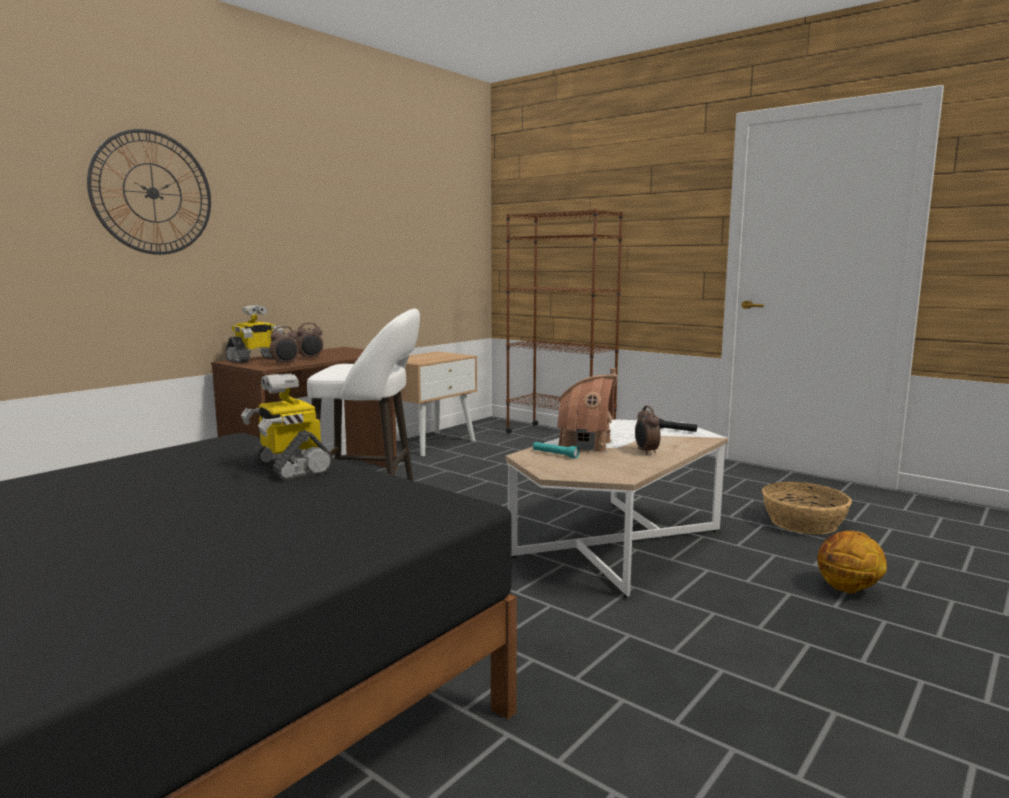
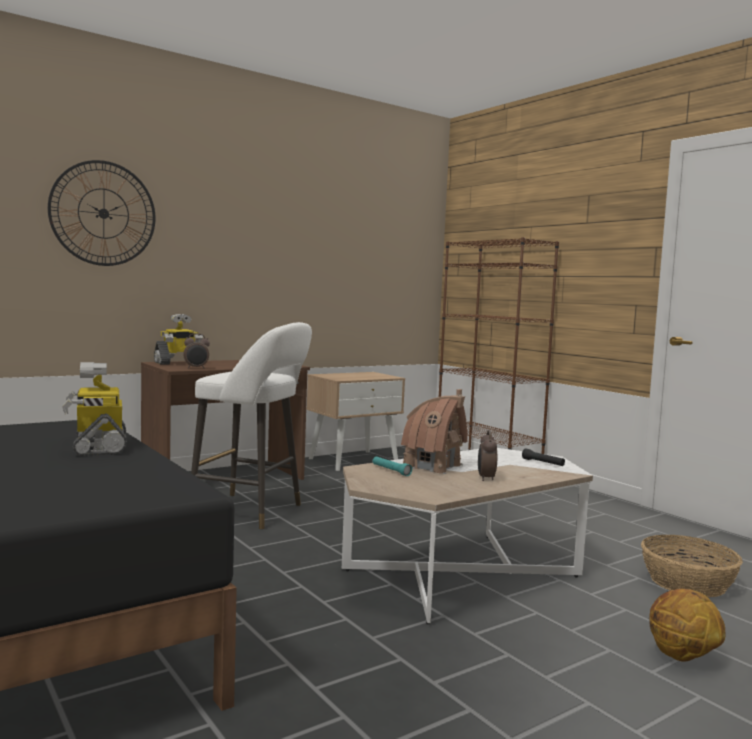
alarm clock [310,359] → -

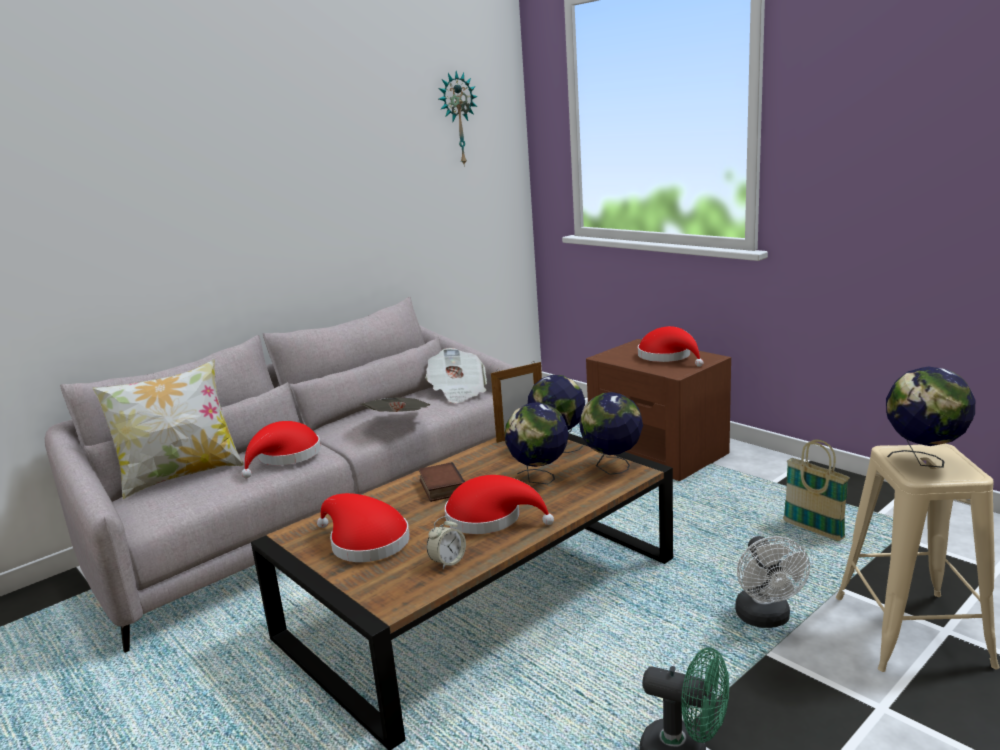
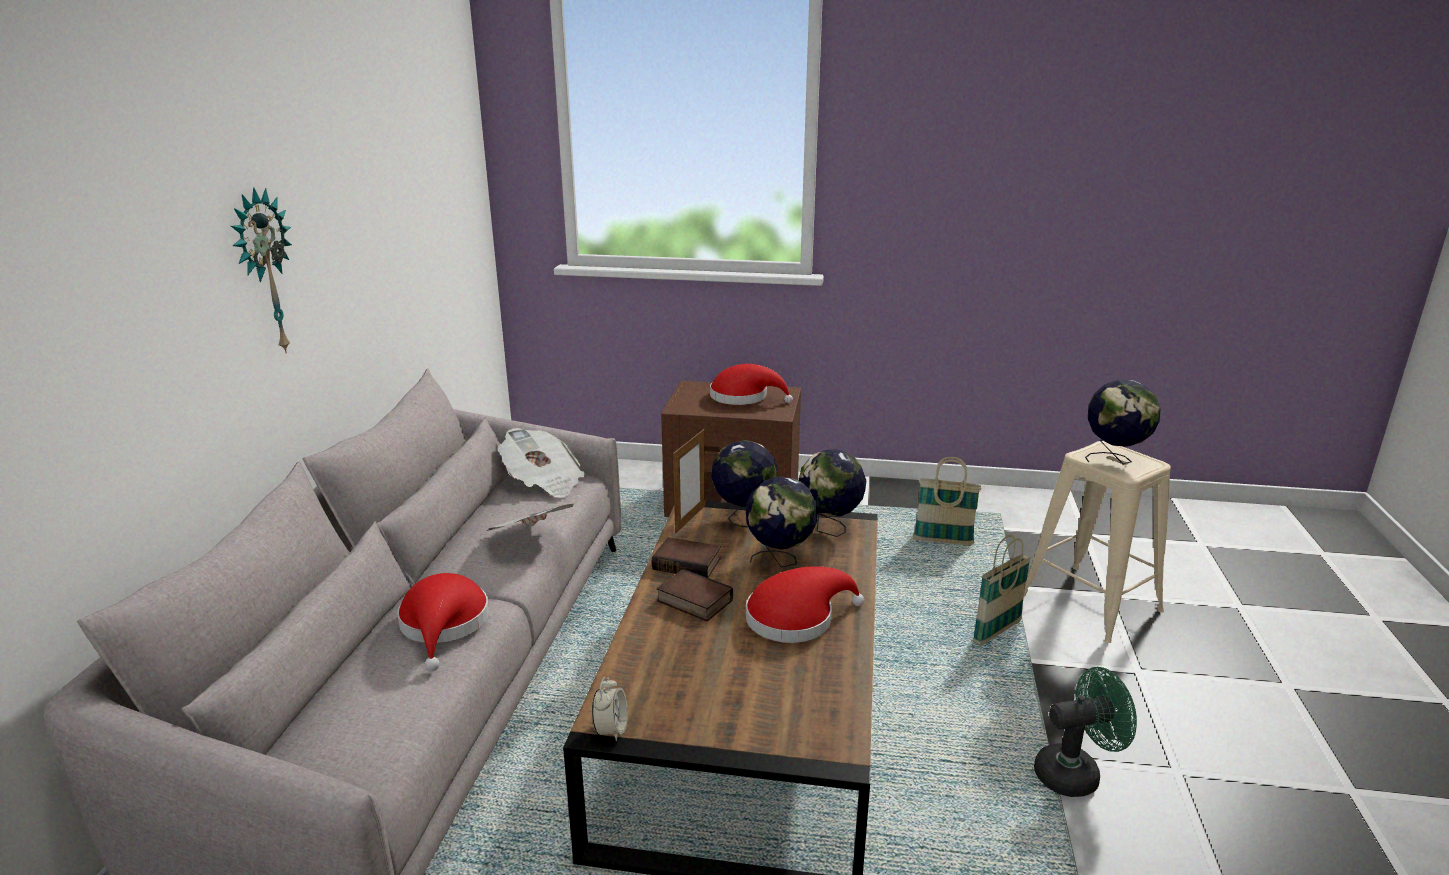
pillow [181,475] → -
hat (red) [365,542] → -
alarm clock [448,562] → alarm clock [611,730], moved
wall clock [457,119] → wall clock [263,273], moved
fan (white) [765,619] → basket [997,632]
- → book [688,563]

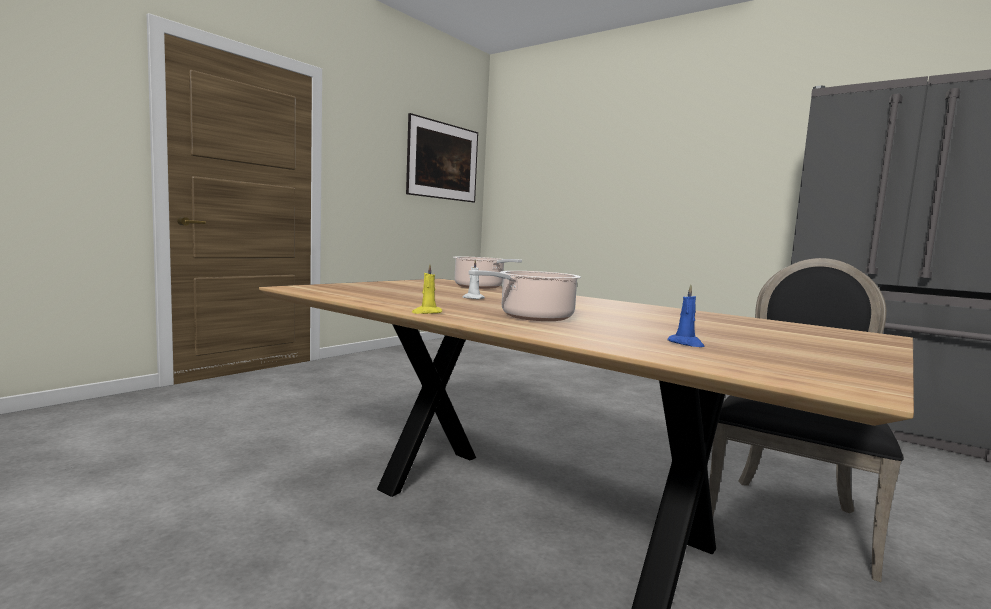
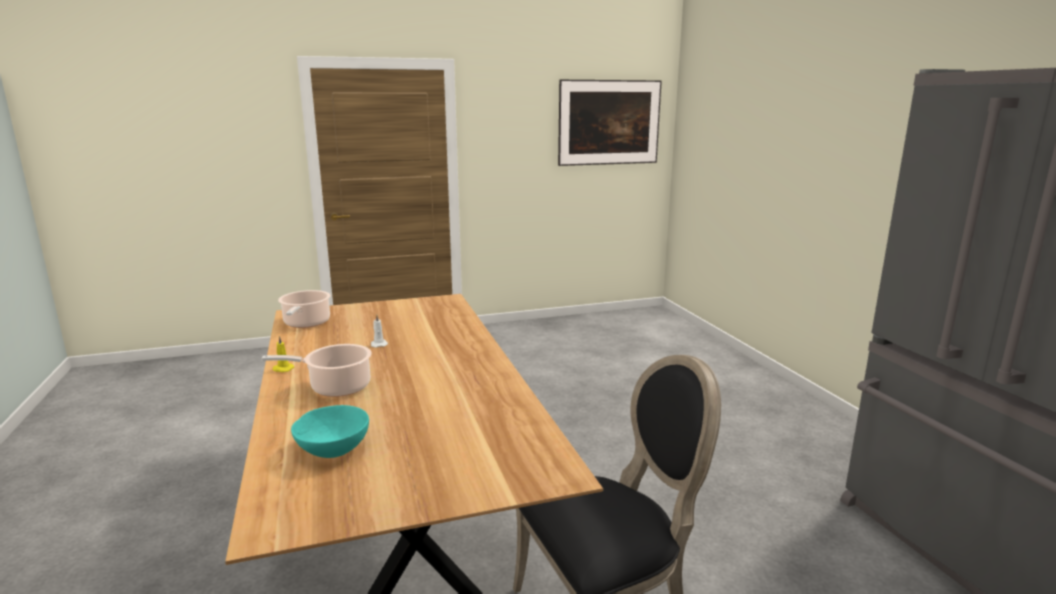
cooking pot [481,287] → cooking pot [306,323], moved
candle (blue) [686,344] → bowl (turquoise) [333,450]

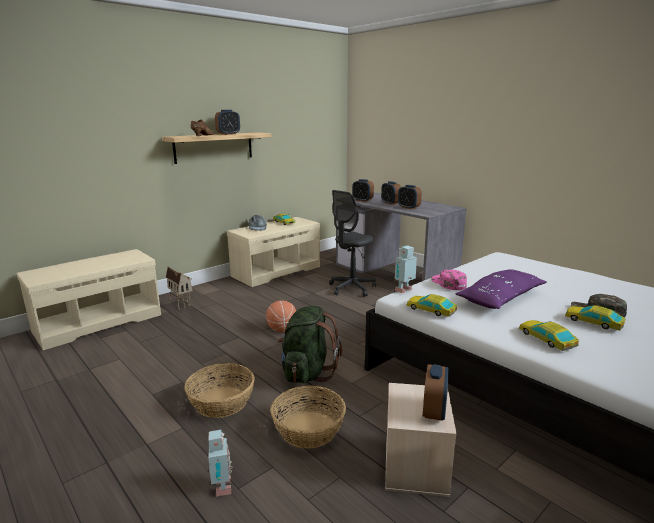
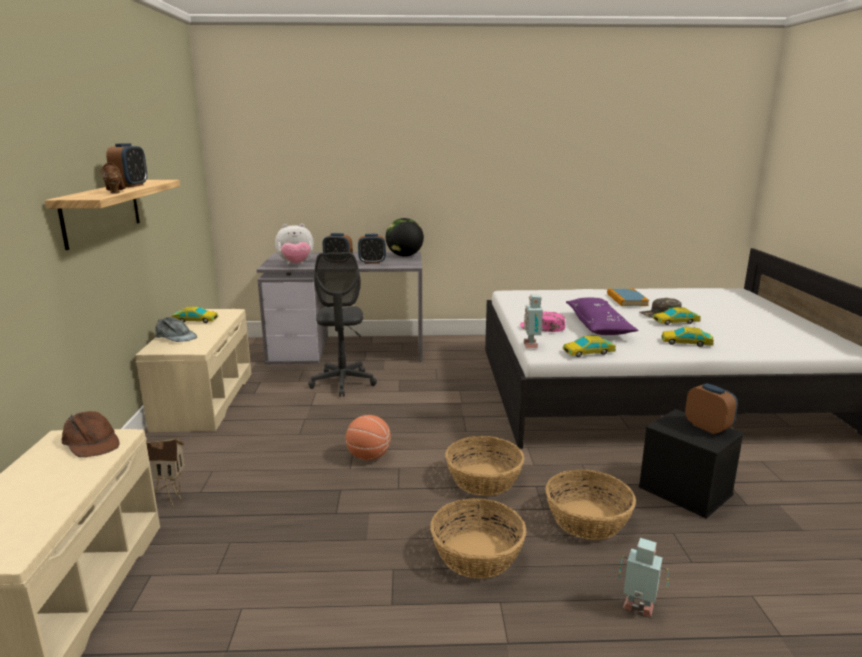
backpack (green) [307,372] → basket [484,479]
alarm clock [362,200] → plush toy [296,264]
storage box (beige) [414,464] → storage box (black) [683,490]
- → cap (brown) [91,443]
- → globe [404,256]
- → book [627,299]

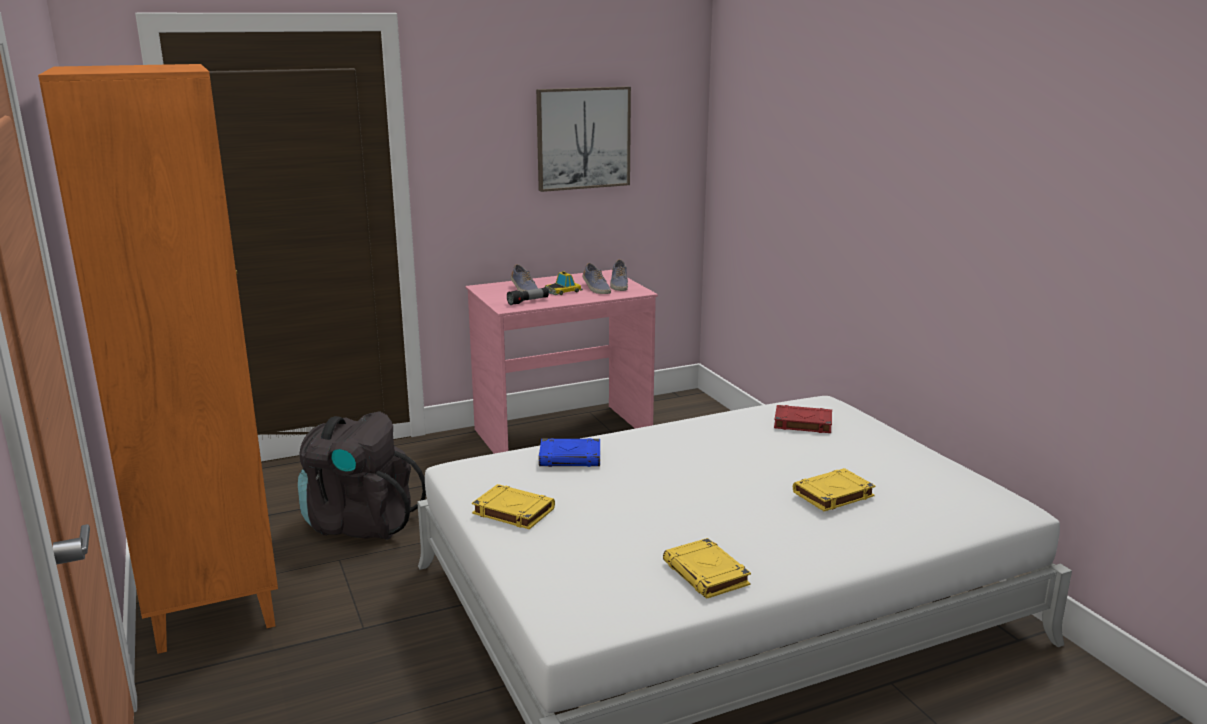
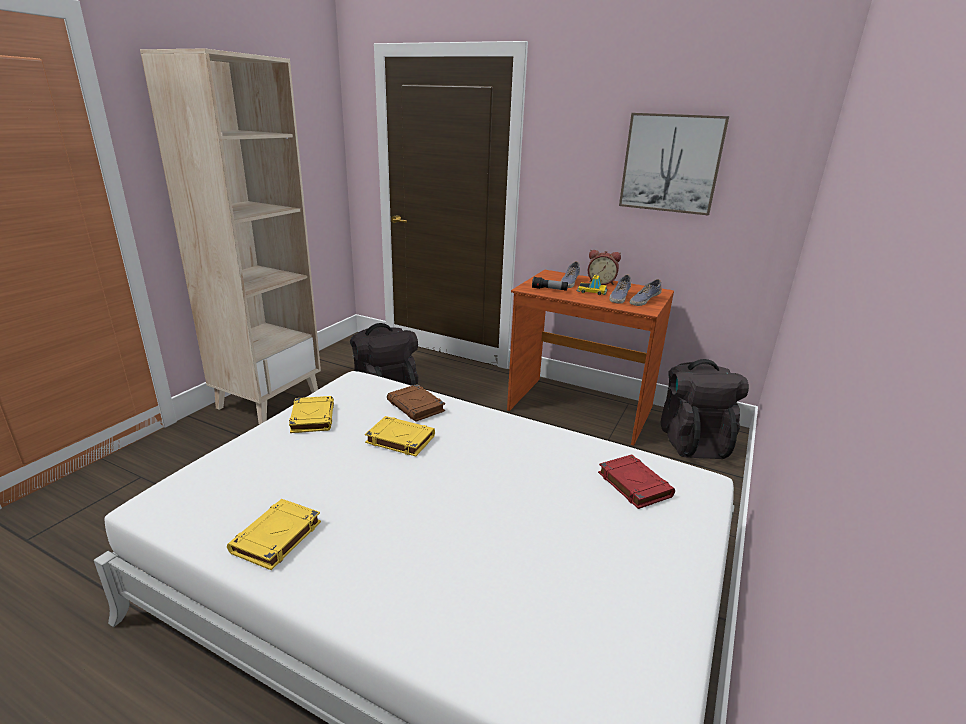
bookcase (orange) [212,604] → bookcase (beige) [269,399]
desk (pink) [562,436] → desk (brown) [579,409]
book (blue) [571,457] → book (brown) [416,406]
book (yellow) [832,495] → book (yellow) [399,439], moved
- → alarm clock [601,282]
- → backpack (black) [692,441]

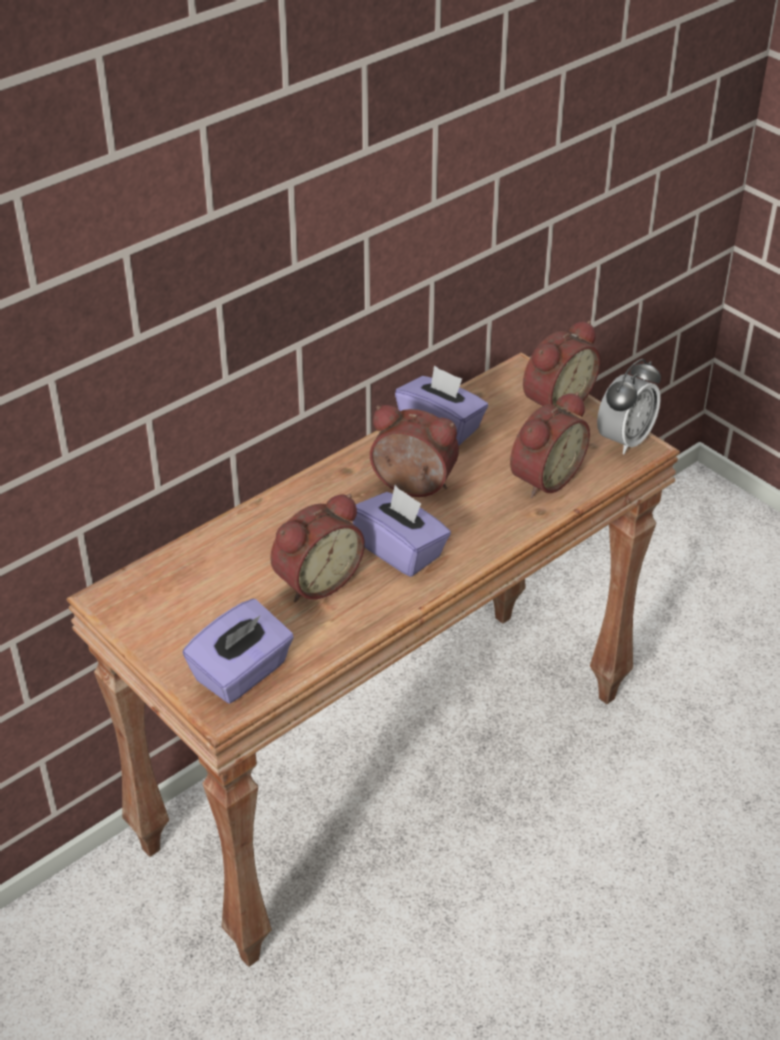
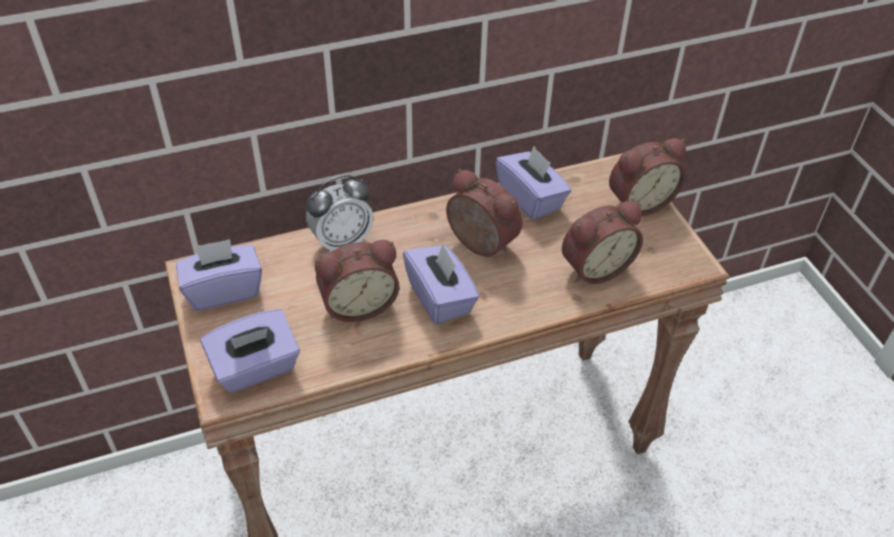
alarm clock [625,440] → alarm clock [342,242], moved
- → tissue box (purple) [223,290]

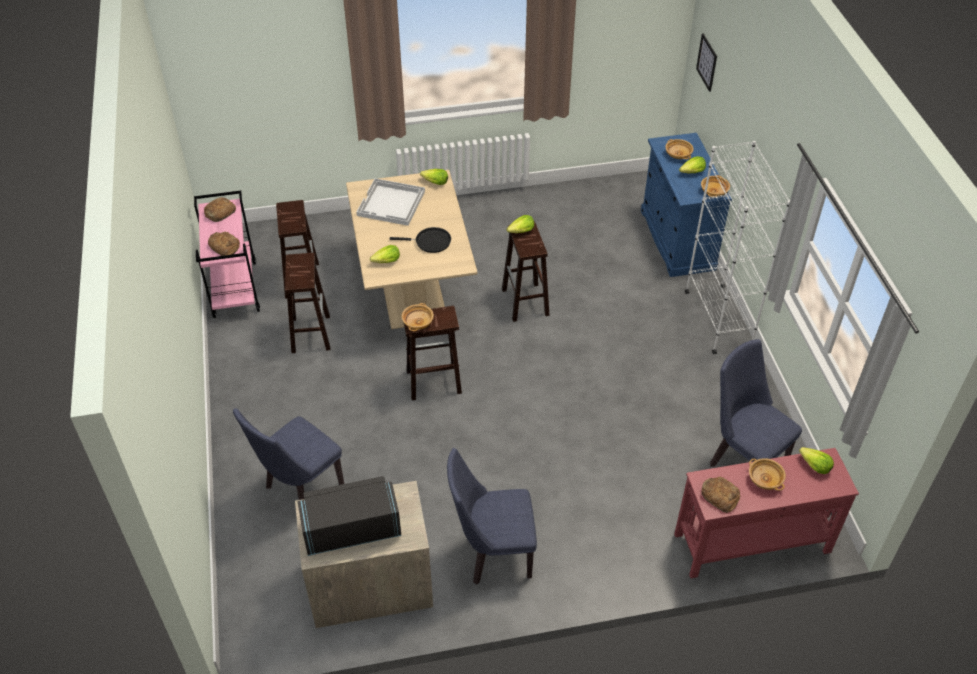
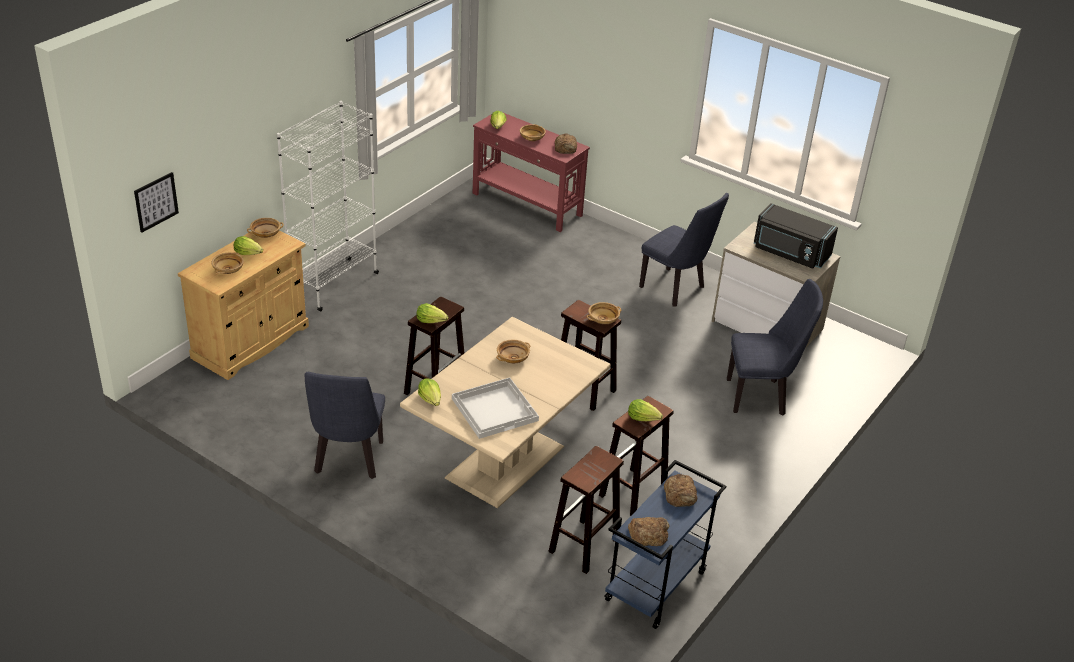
cart (pink) [234,289] → cart (blue) [655,587]
lettuce [387,261] → lettuce [643,418], moved
frying pan (black) [430,242] → bowl (beige) [513,357]
cabinet (blue) [677,239] → cabinet (beige) [251,342]
chair (blue) [742,460] → chair (blue) [348,462], moved

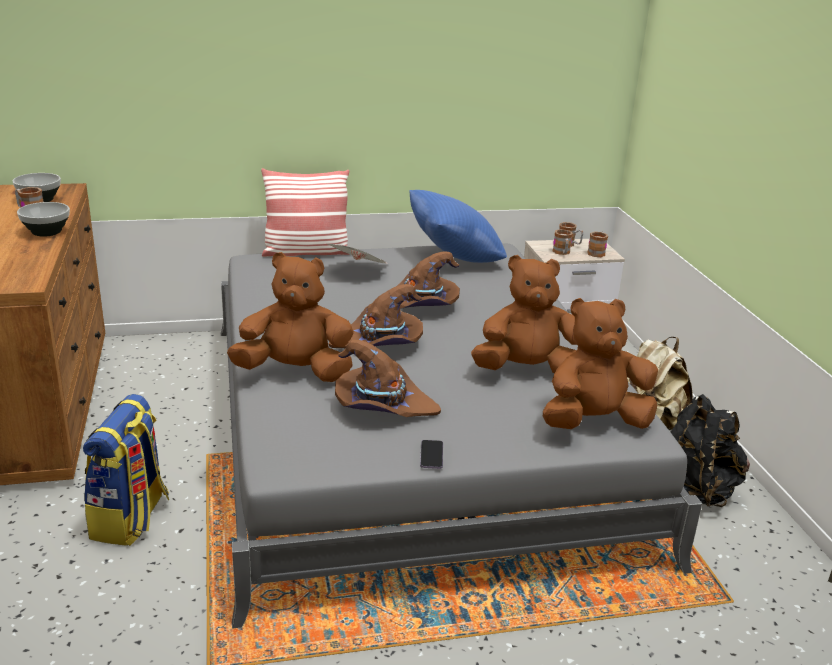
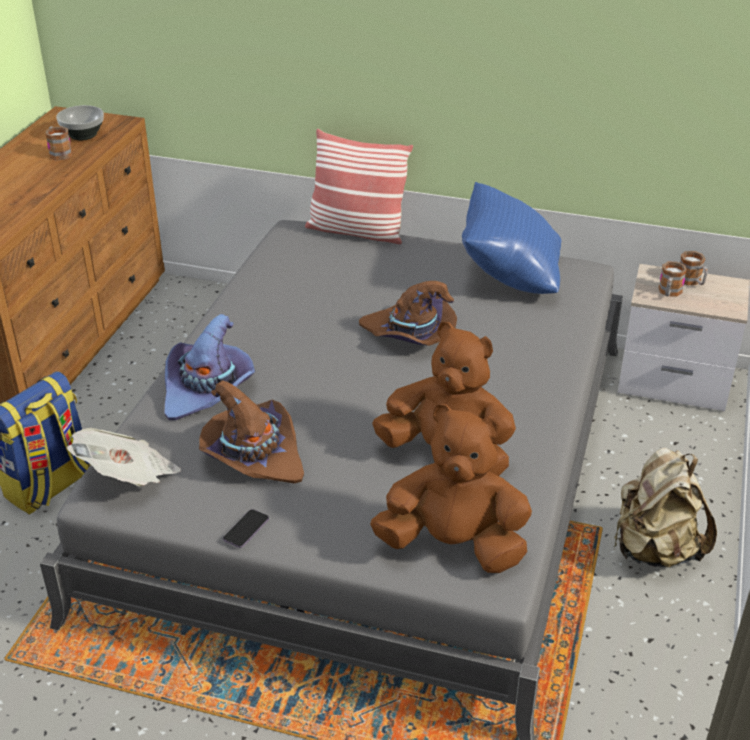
bowl [46,232] → -
plush toy (brown) [295,372] → hat (purple) [208,389]
newspaper [359,270] → newspaper [128,477], moved
hat (brown) [380,343] → -
mug [597,252] → -
backpack (black) [696,489] → -

